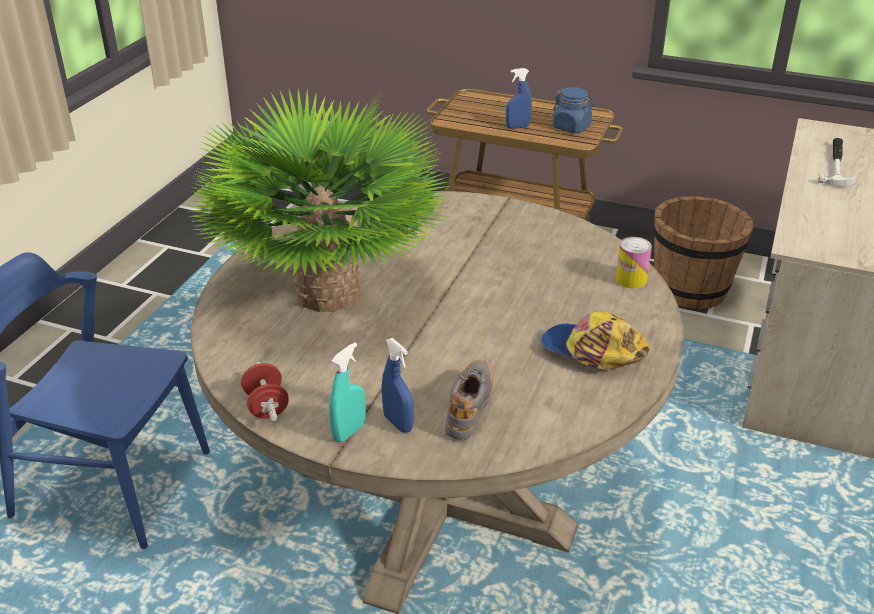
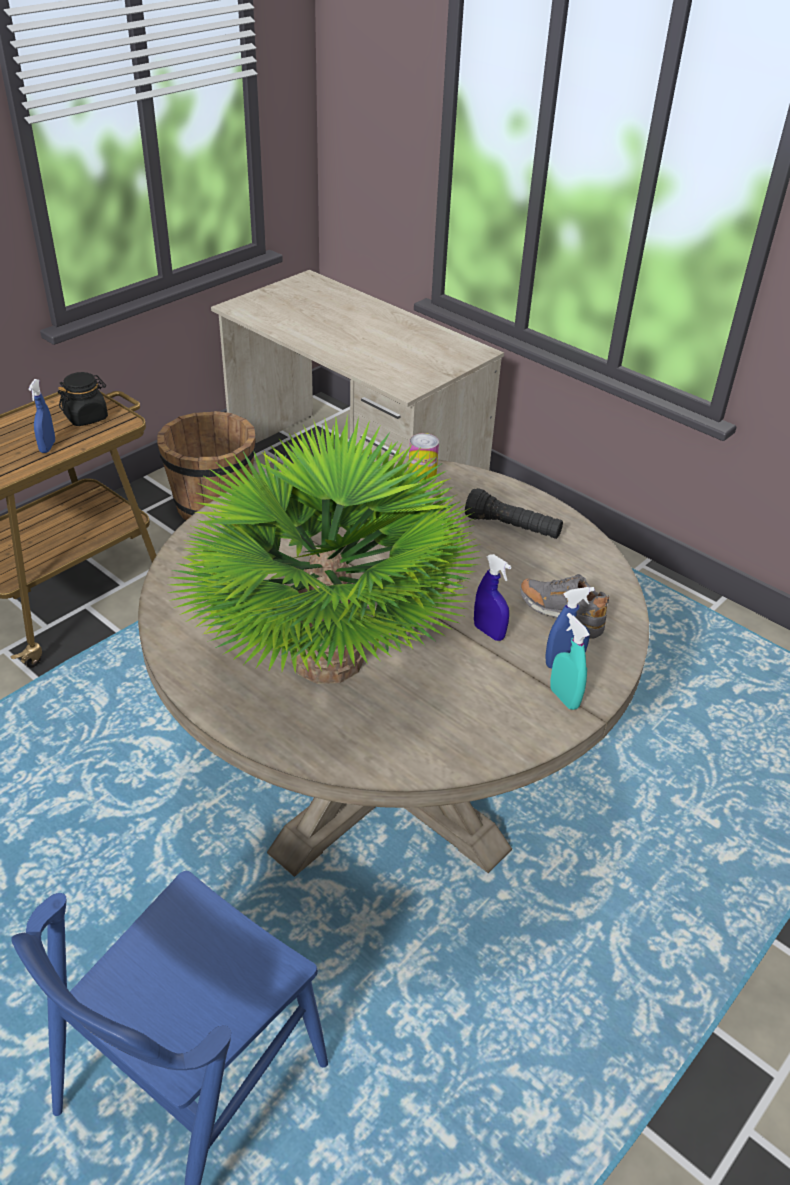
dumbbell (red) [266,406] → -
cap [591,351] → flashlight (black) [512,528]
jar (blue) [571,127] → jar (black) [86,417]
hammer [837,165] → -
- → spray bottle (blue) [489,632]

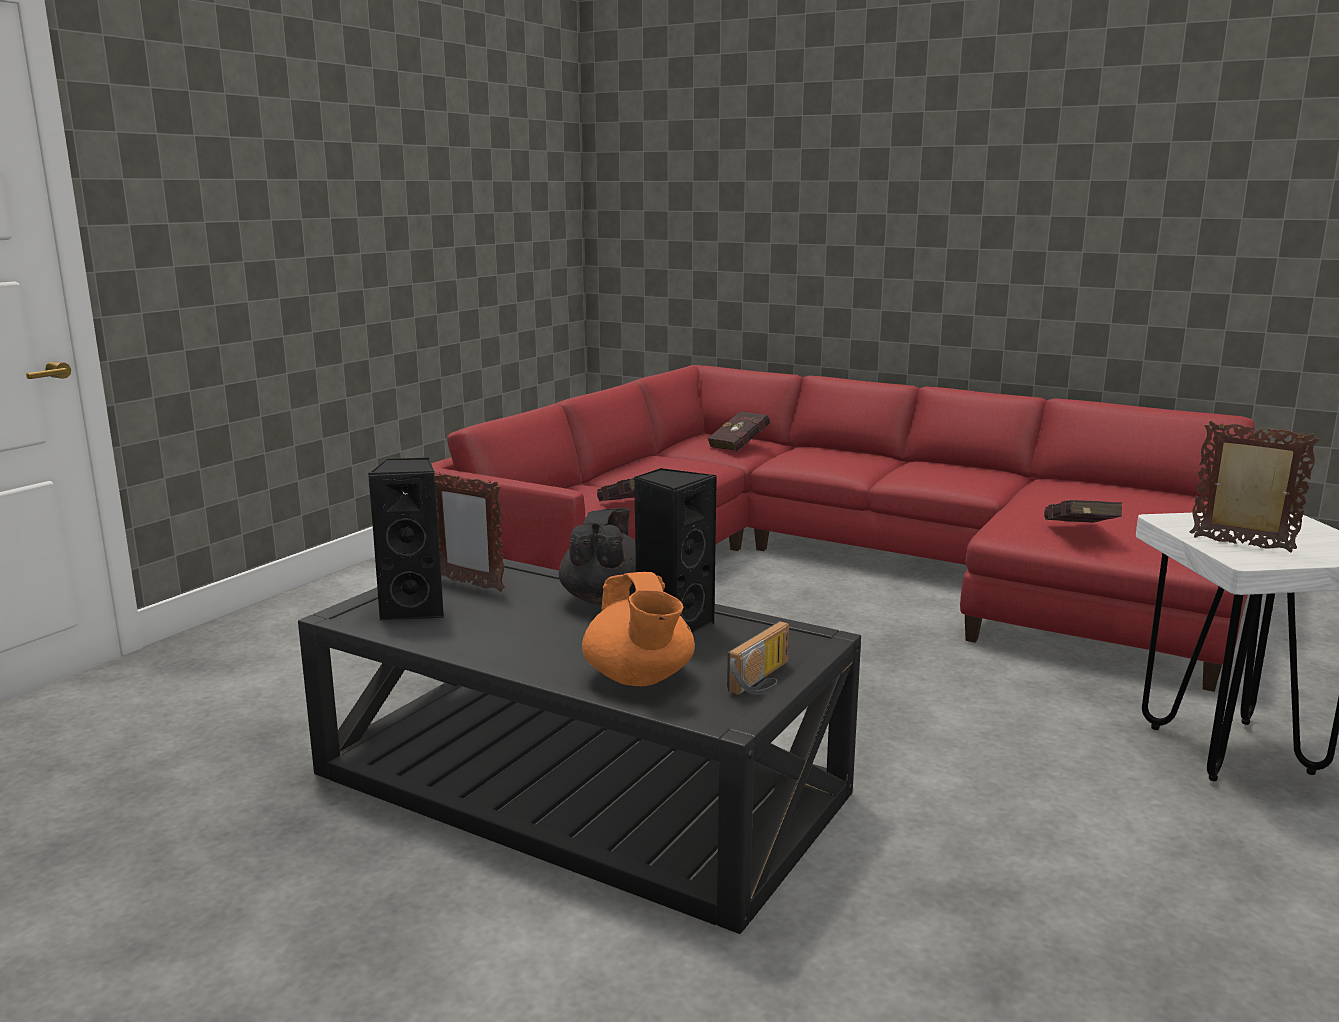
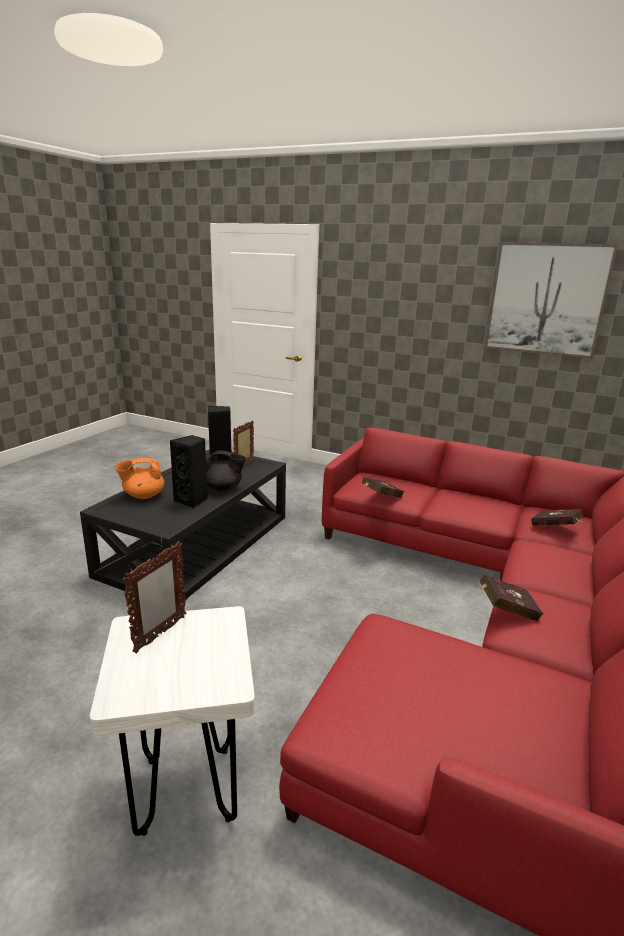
radio [764,680] → -
book (red) [1080,532] → book (red) [505,610], moved
- → picture [546,299]

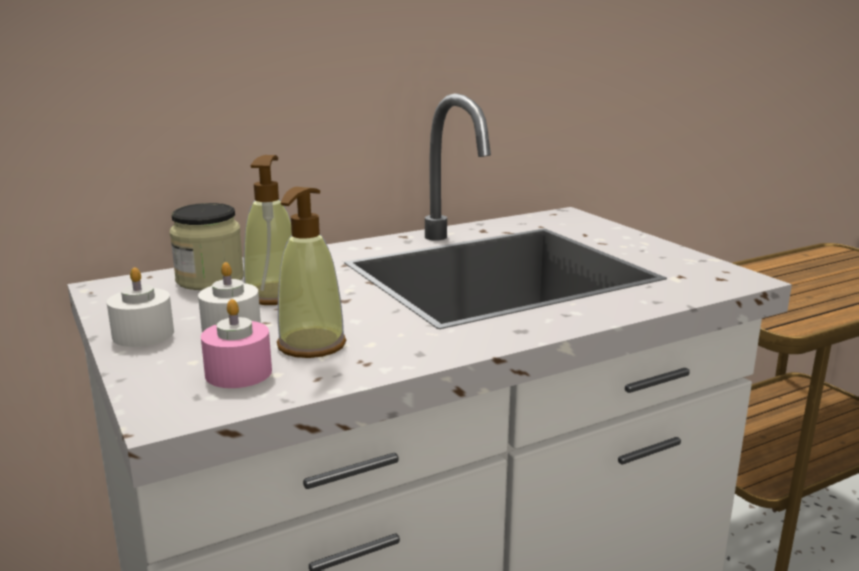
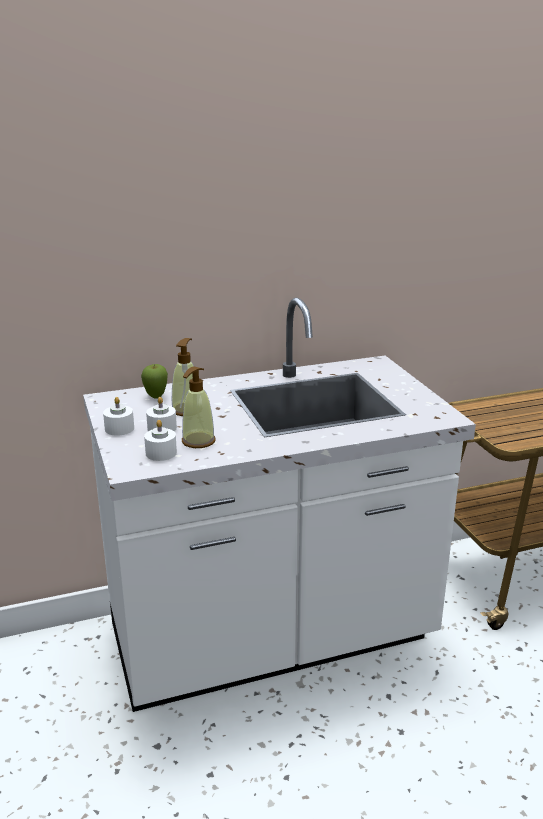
jar [210,279] → apple [156,397]
candle (pink) [238,373] → candle (white) [161,453]

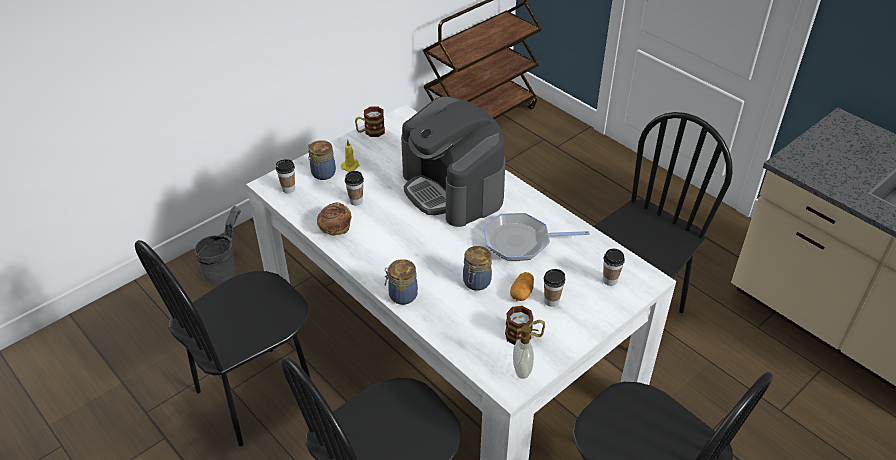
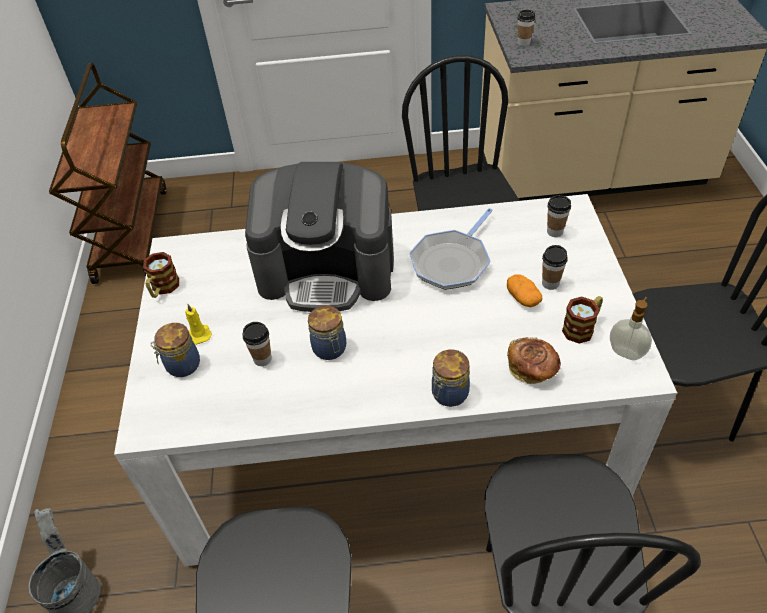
cup [288,189] → cup [524,43], moved
bread [334,227] → bread [532,369], moved
jar [476,283] → jar [330,349], moved

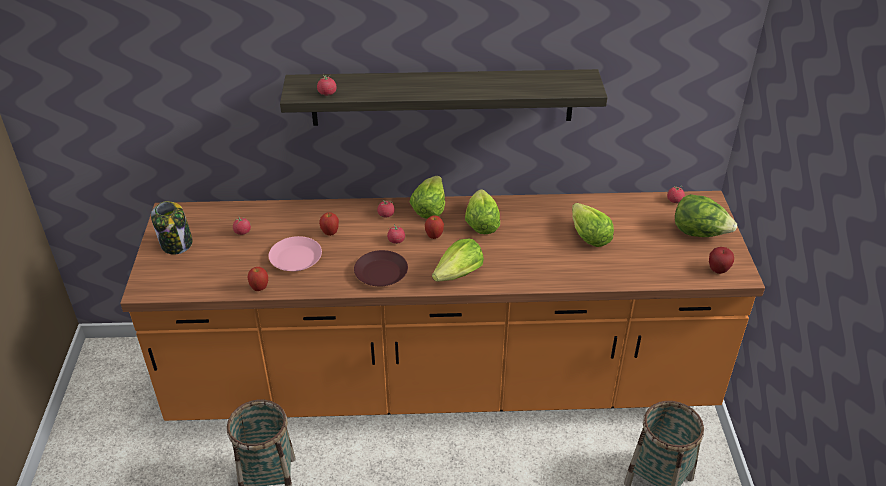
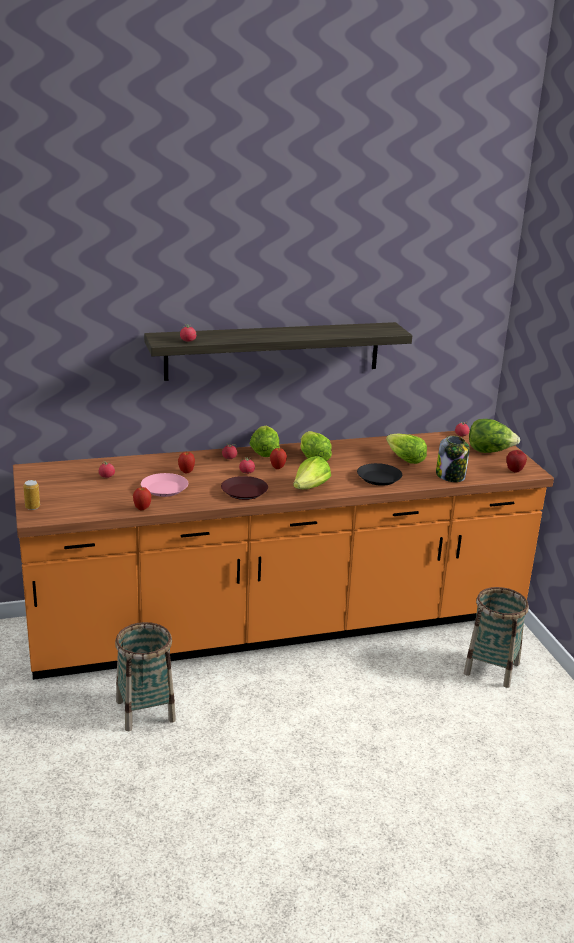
jar [176,244] → jar [451,476], moved
- → can [32,507]
- → plate (black) [379,478]

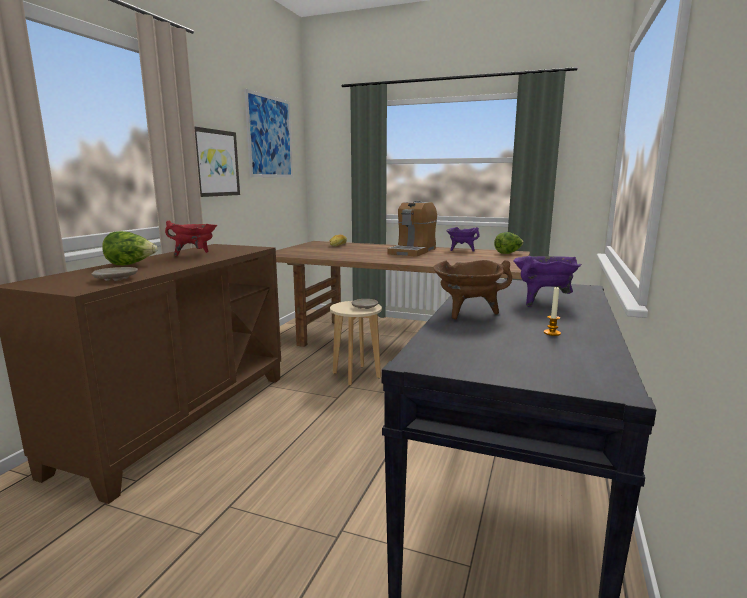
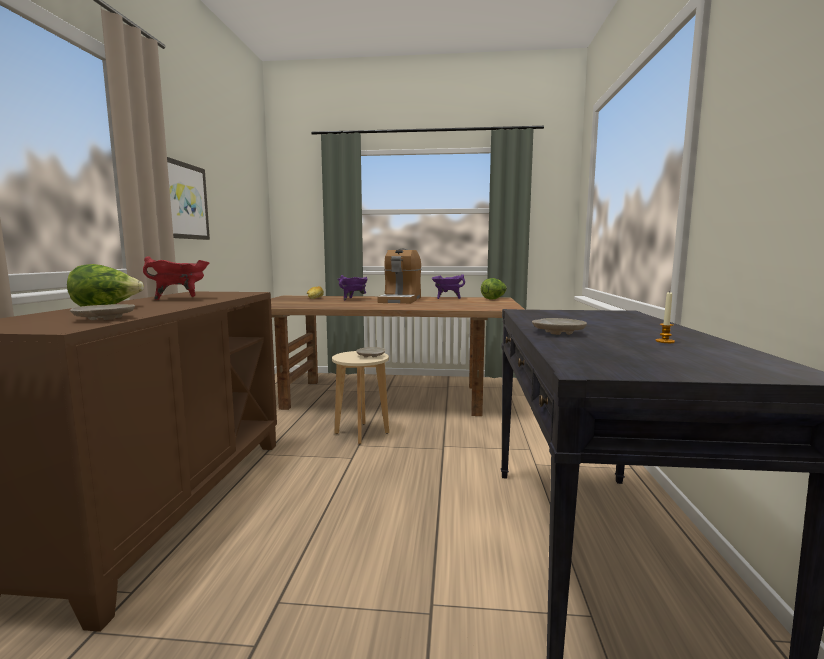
picture [270,137] → -
cooking pot (brown) [467,313] → plate (beige) [558,332]
cooking pot (purple) [542,302] → cooking pot (purple) [353,299], moved

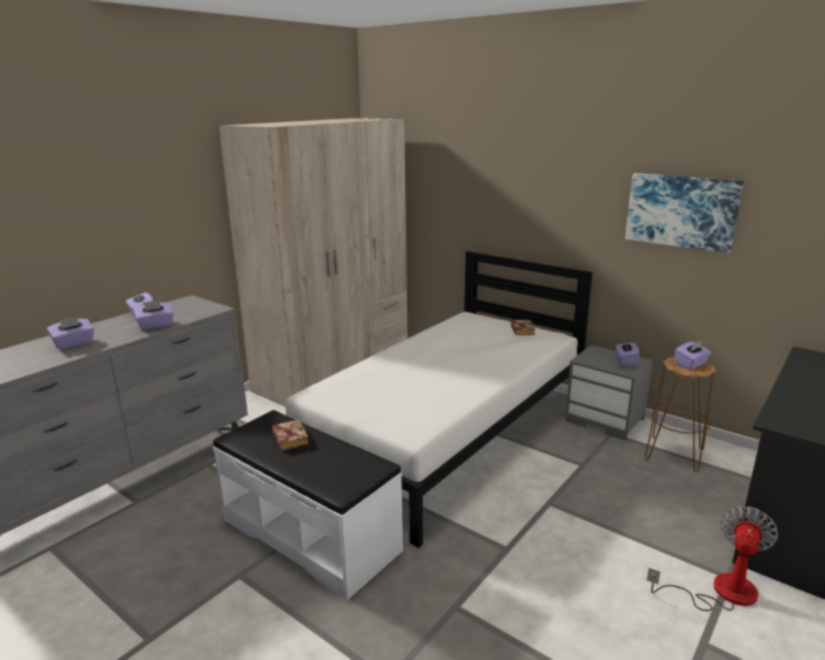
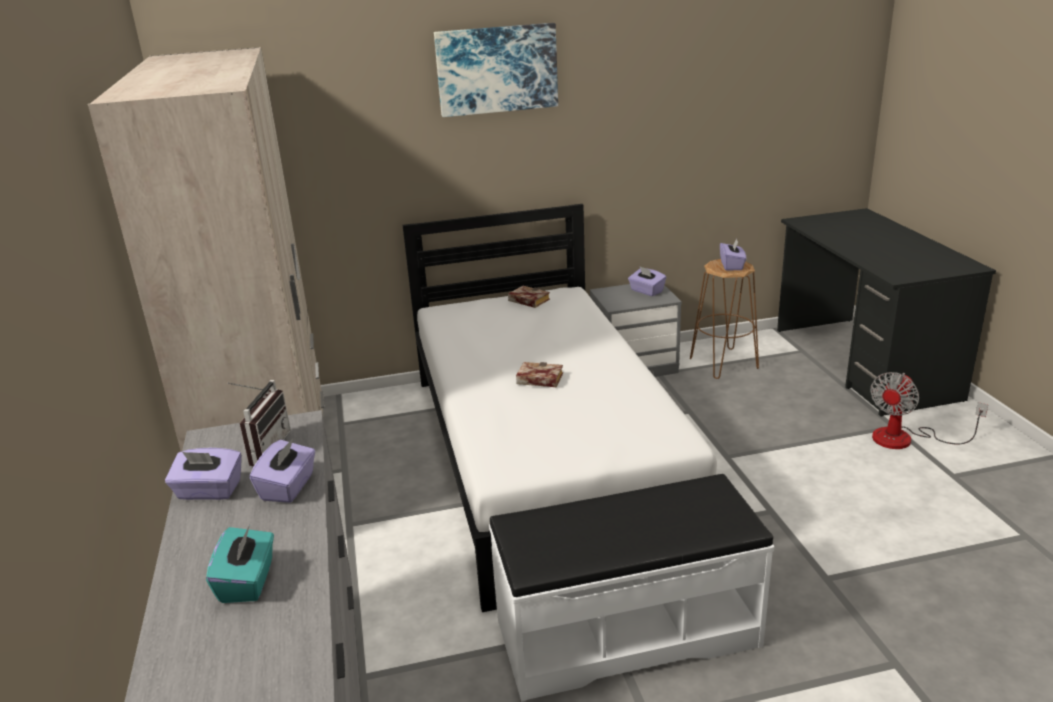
tissue box (purple) [74,344] → tissue box (turquoise) [248,582]
book [289,438] → book [537,379], moved
picture [681,211] → picture [496,69], moved
fan [720,591] → fan [906,439], 120 degrees counterclockwise
- → radio [263,448]

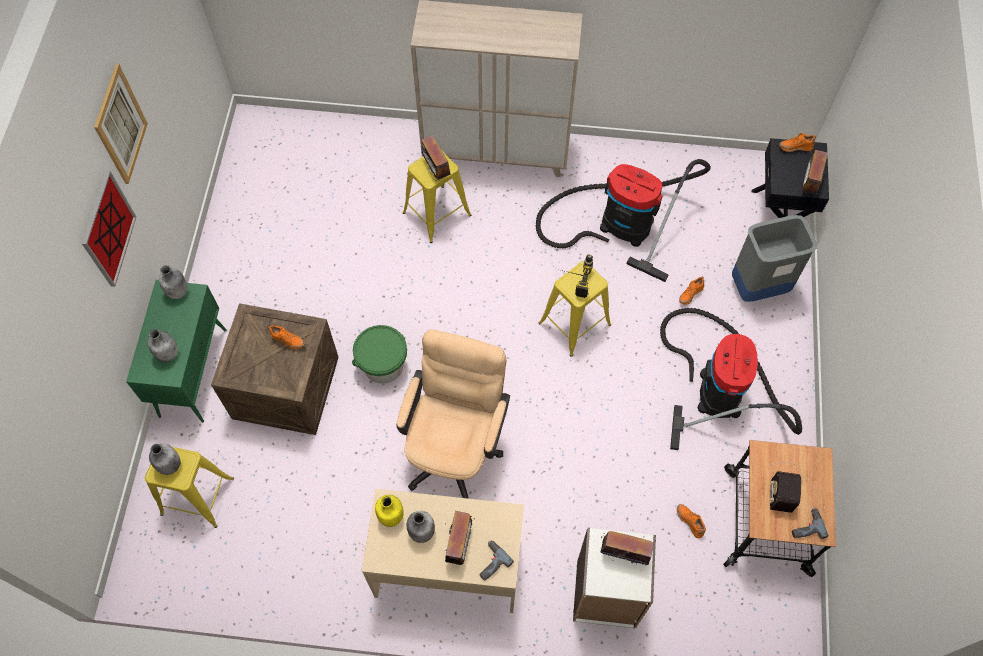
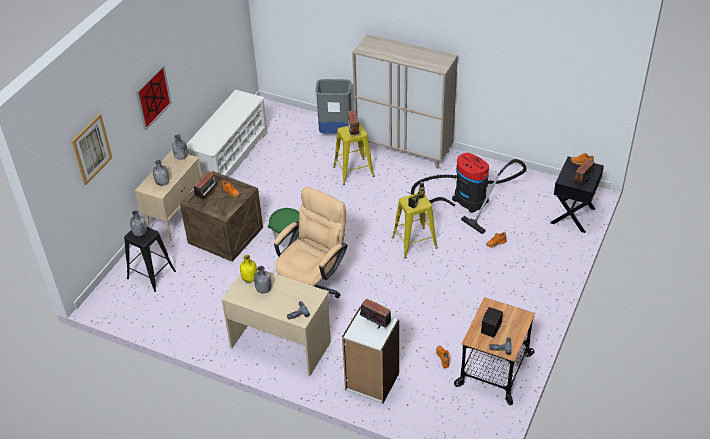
picture [120,125] → picture [91,149], moved
cabinet (green) [193,371] → cabinet (beige) [176,216]
stool (yellow) [197,496] → stool (black) [151,275]
radio [459,543] → radio [207,195], moved
vacuum cleaner [718,387] → -
trash can (grey) [758,287] → trash can (grey) [335,132], moved
- → shoe rack (white) [230,156]

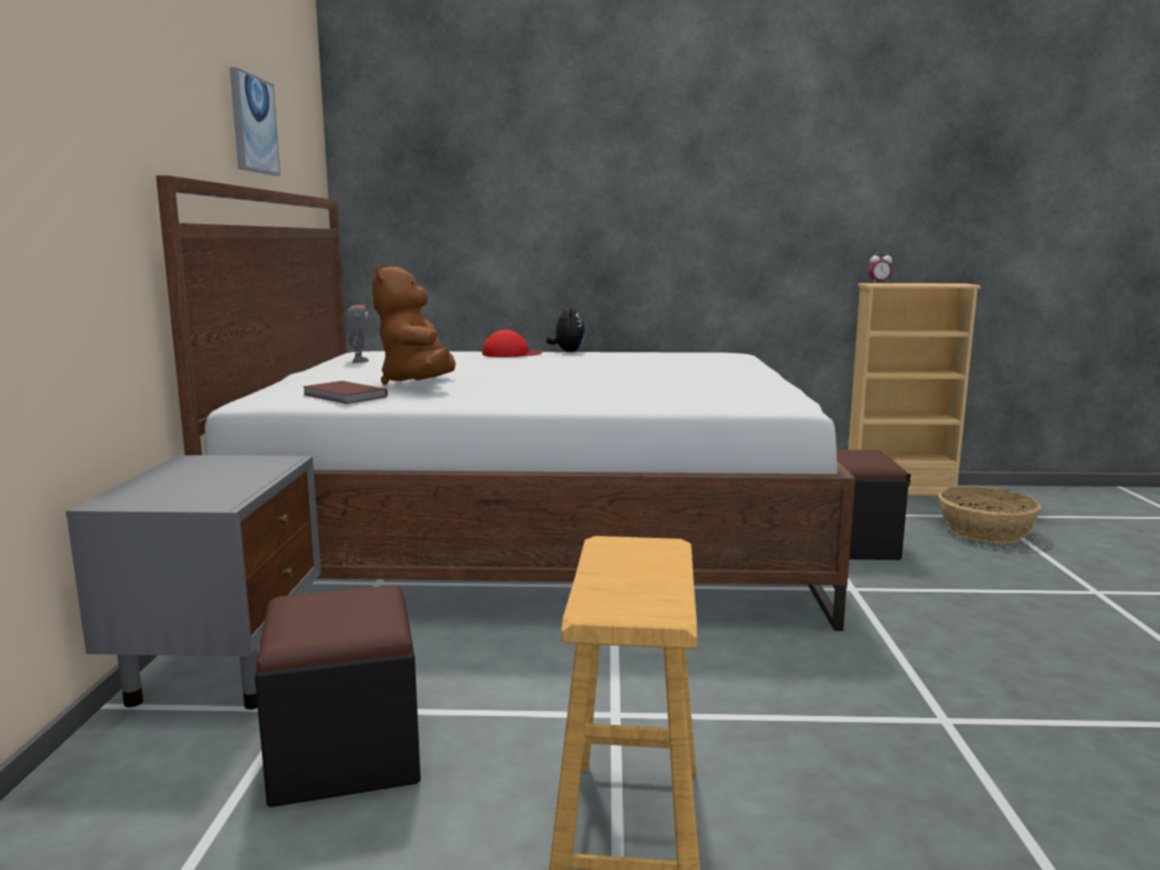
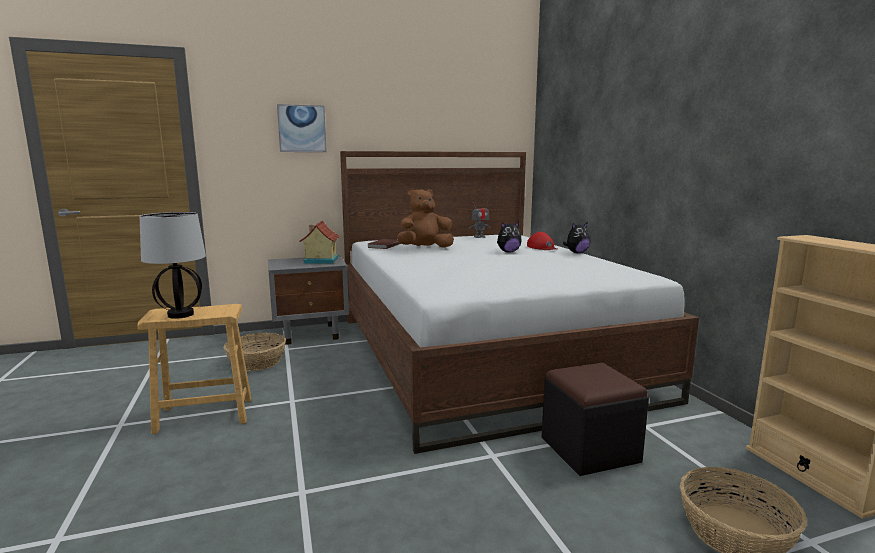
picture [253,124] → picture [302,128], moved
ottoman (black) [345,754] → basket [256,362]
alarm clock [879,283] → -
- → table lamp [181,314]
- → toy house [320,260]
- → plush toy [508,252]

